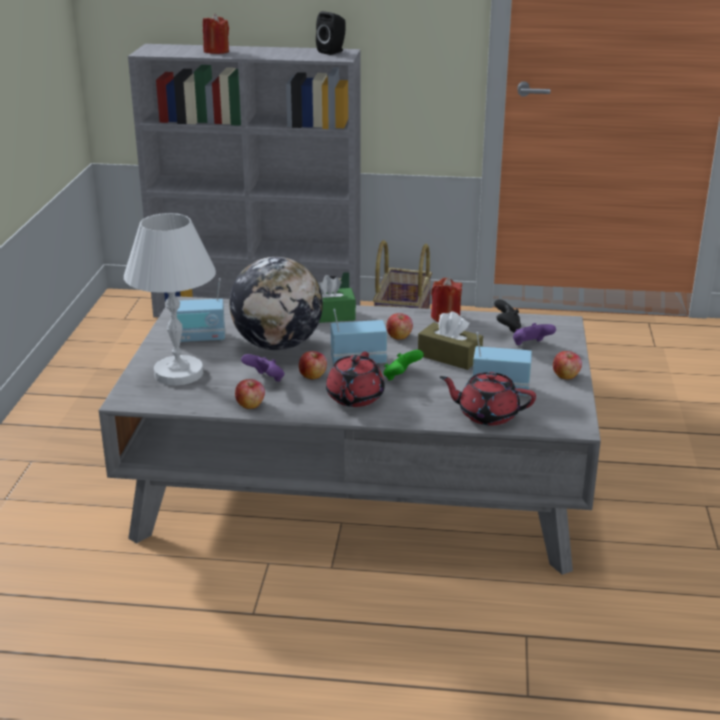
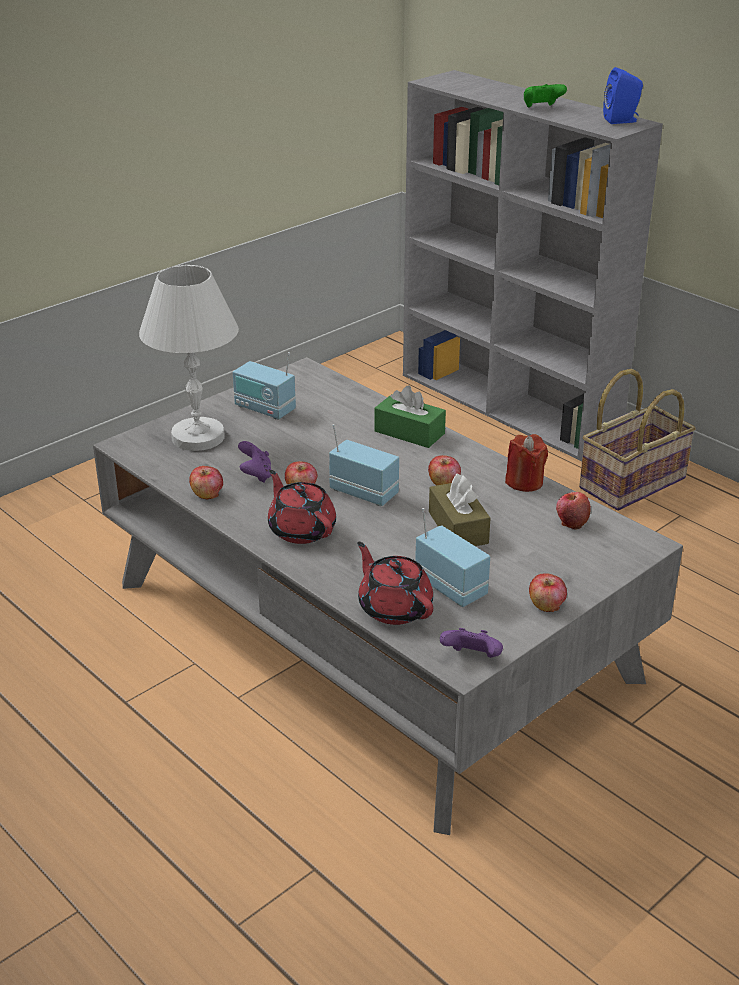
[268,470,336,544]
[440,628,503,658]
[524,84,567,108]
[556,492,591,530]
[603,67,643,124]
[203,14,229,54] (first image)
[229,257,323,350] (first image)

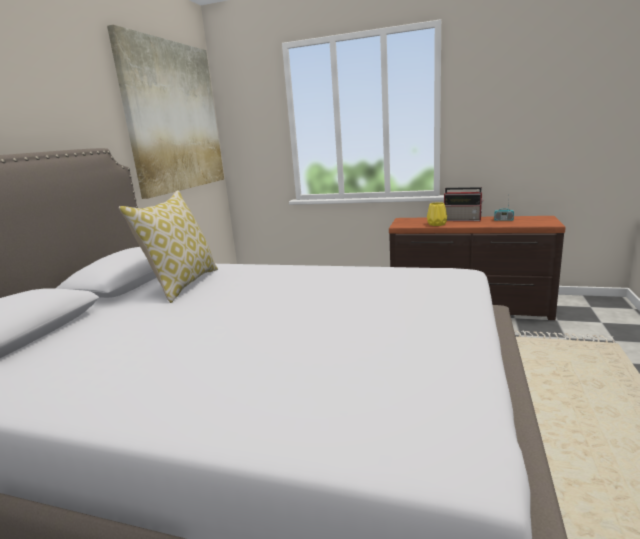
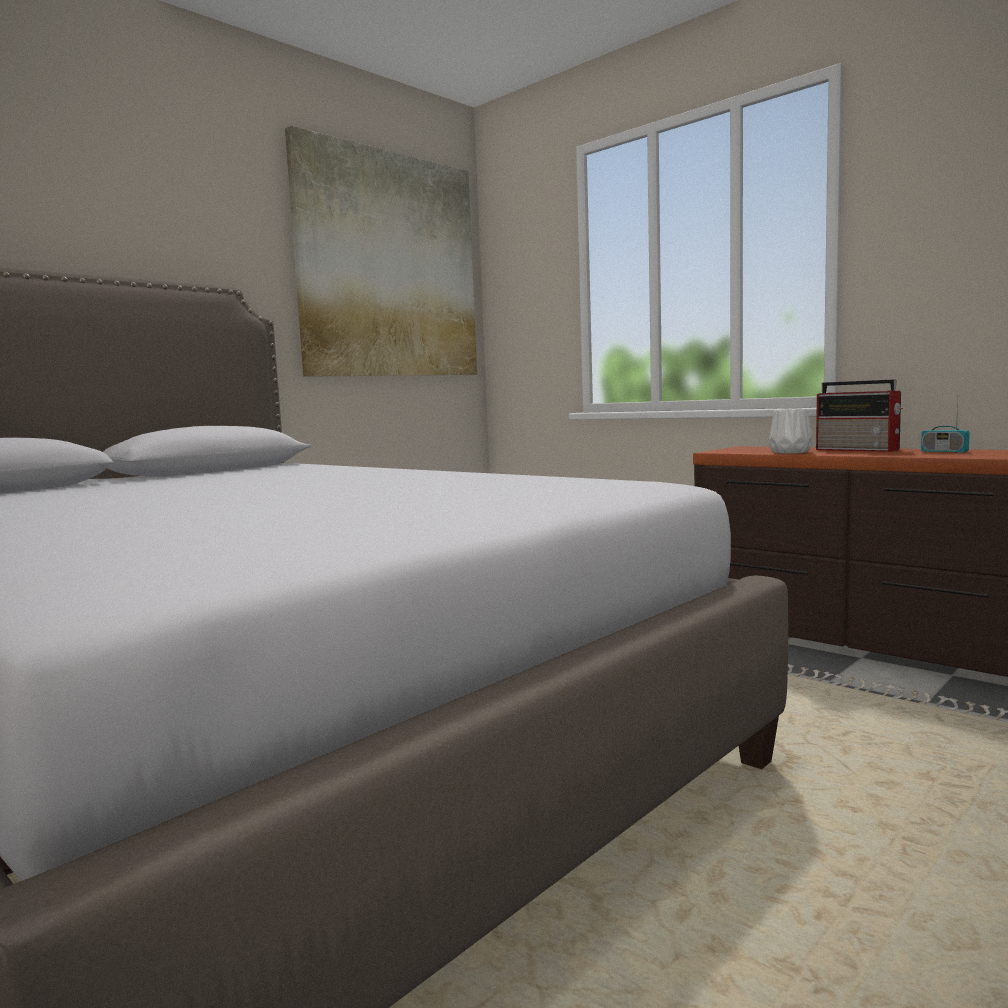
[769,408,812,454]
[118,190,218,303] (first image)

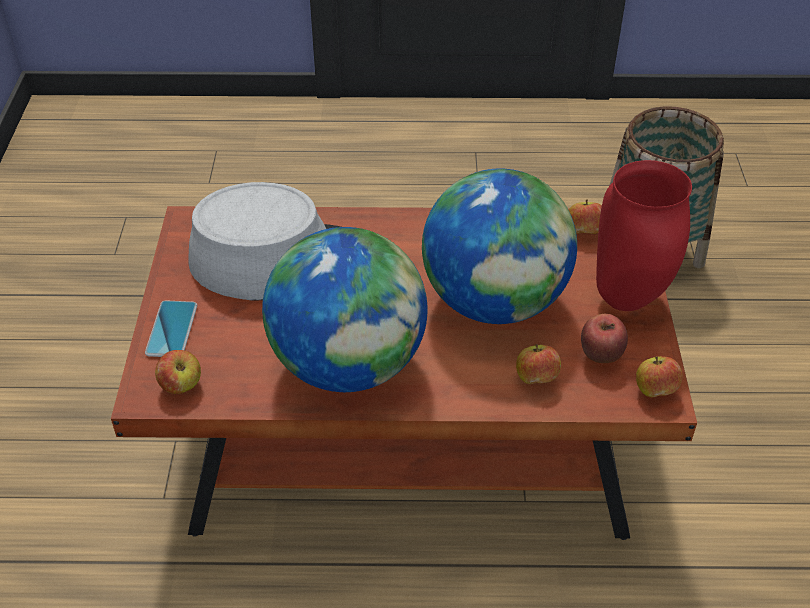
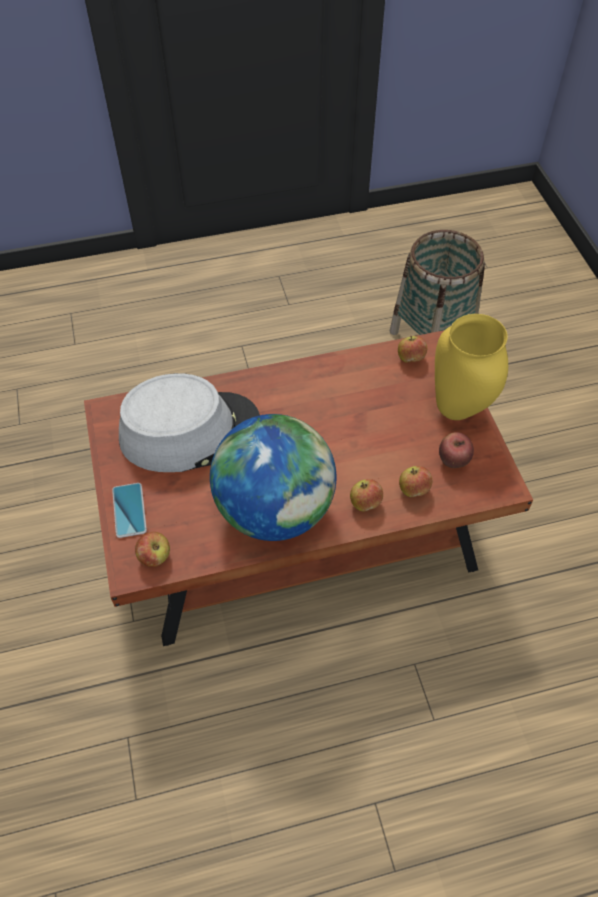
[350,479,383,512]
[435,314,508,420]
[422,169,577,324] (first image)

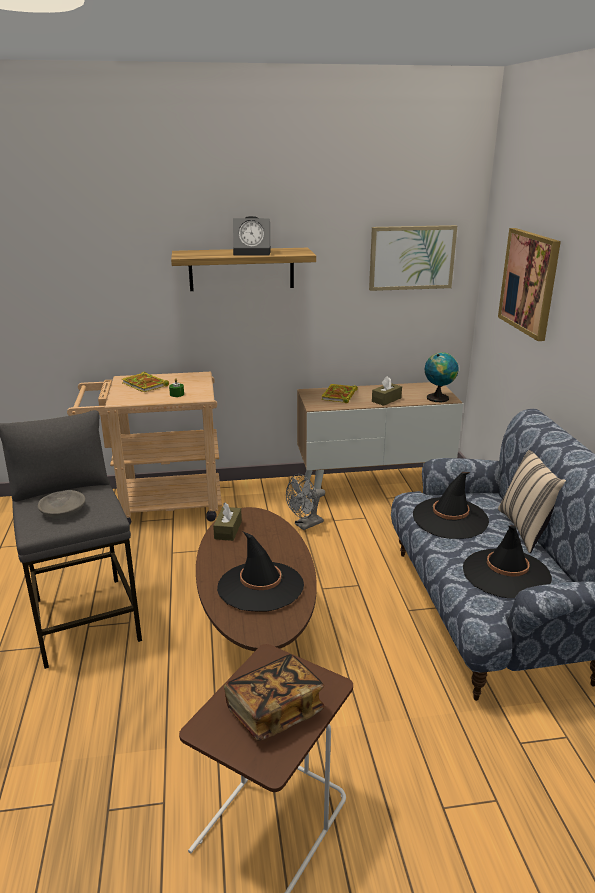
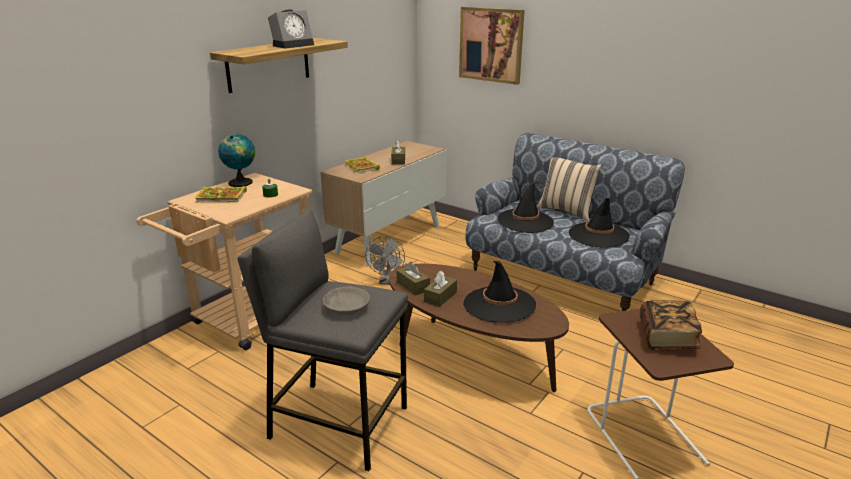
[218,134,255,187]
[424,271,457,307]
[369,225,457,291] (first image)

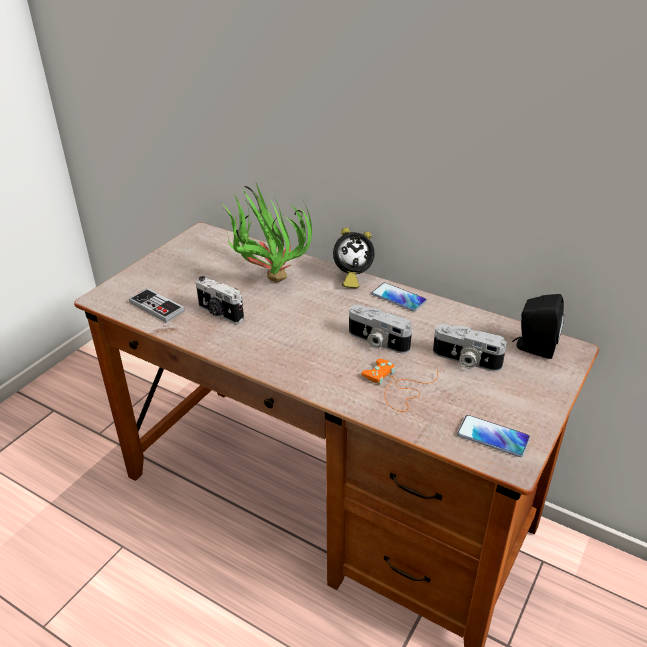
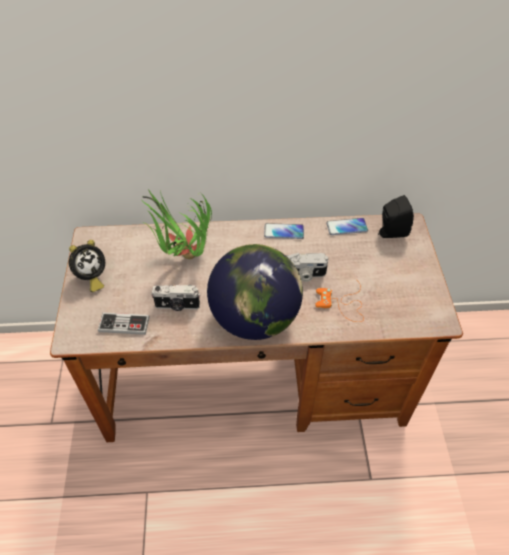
[69,240,105,292]
[207,244,303,340]
[326,218,368,235]
[433,324,507,371] (first image)

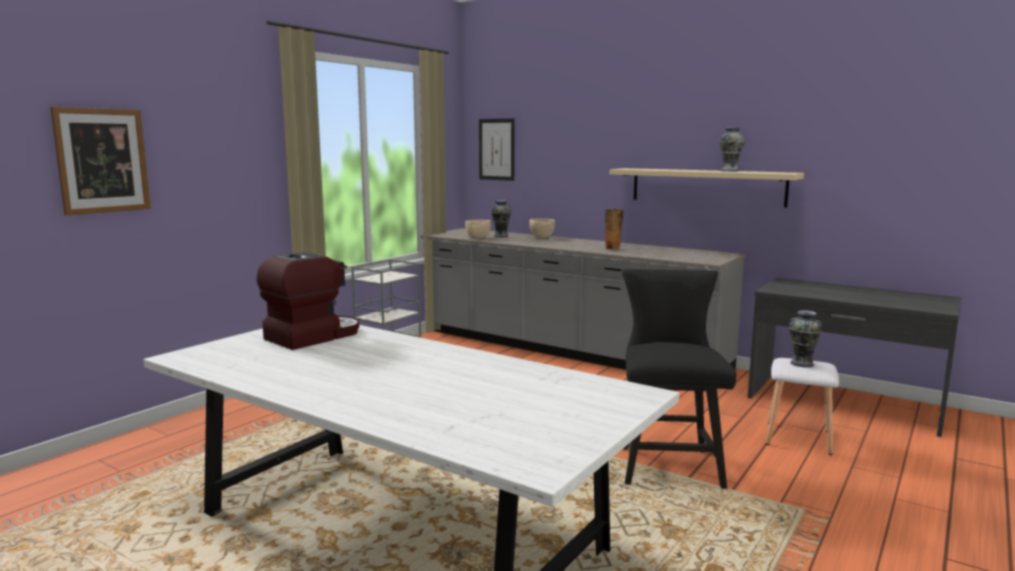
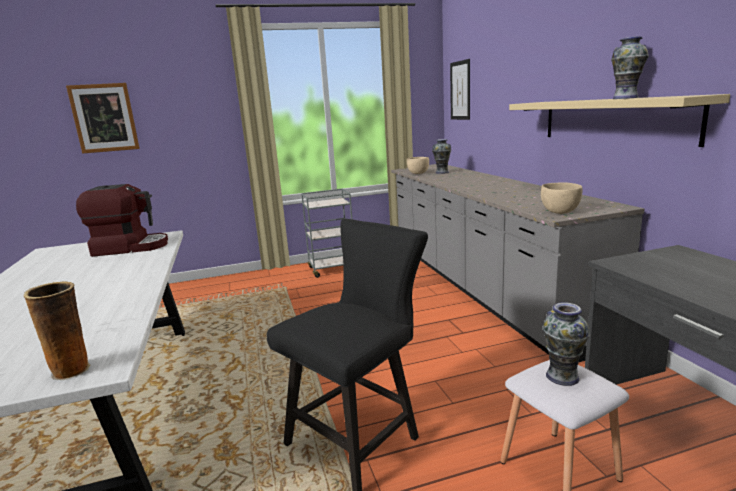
[24,281,91,380]
[541,182,583,214]

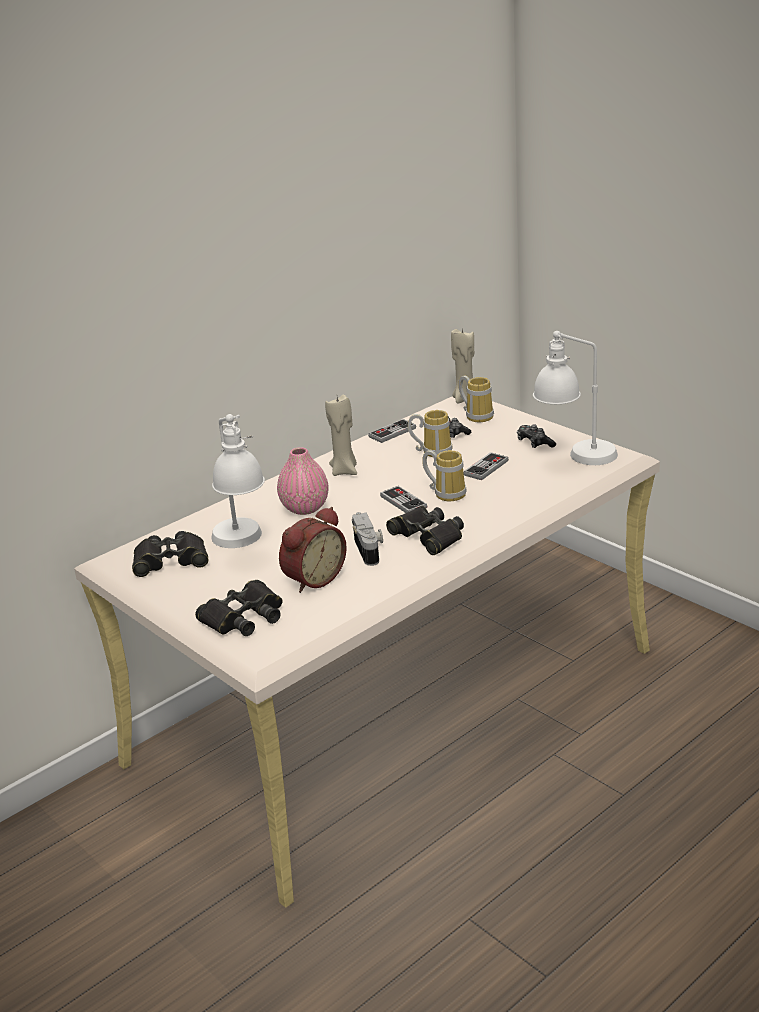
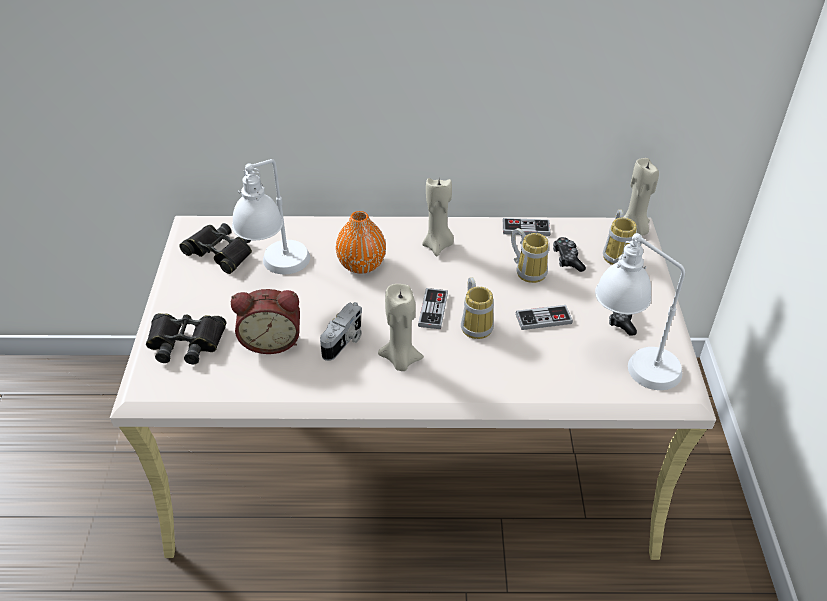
[336,211,386,274]
[378,284,424,371]

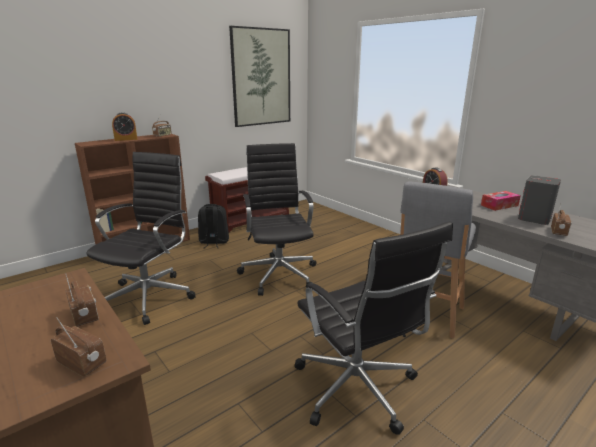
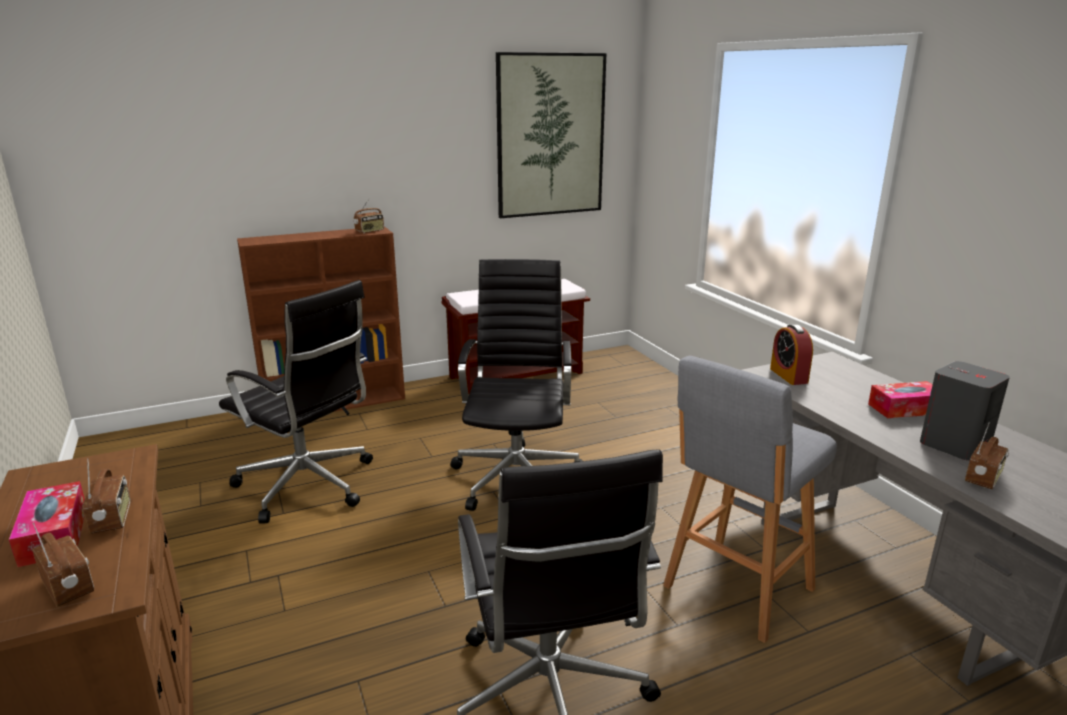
[9,481,85,567]
[219,280,373,524]
[112,112,137,141] (first image)
[198,204,229,248] (first image)

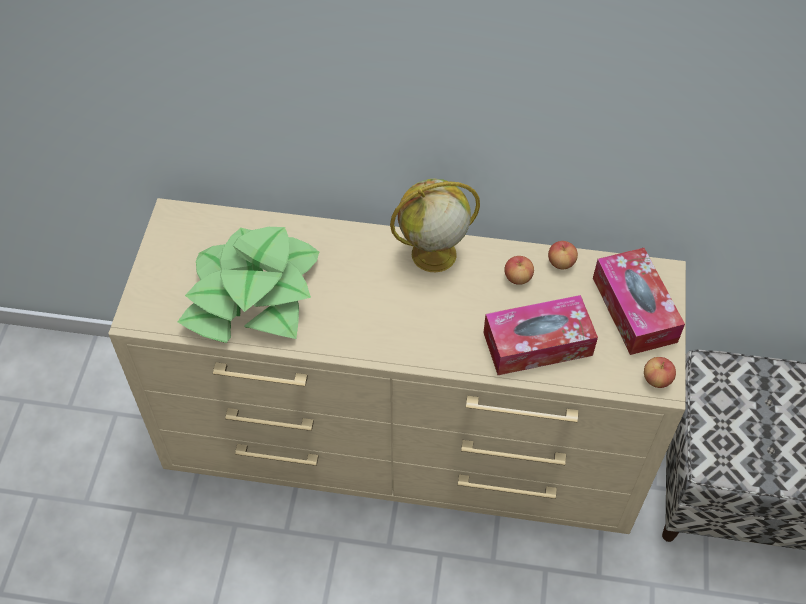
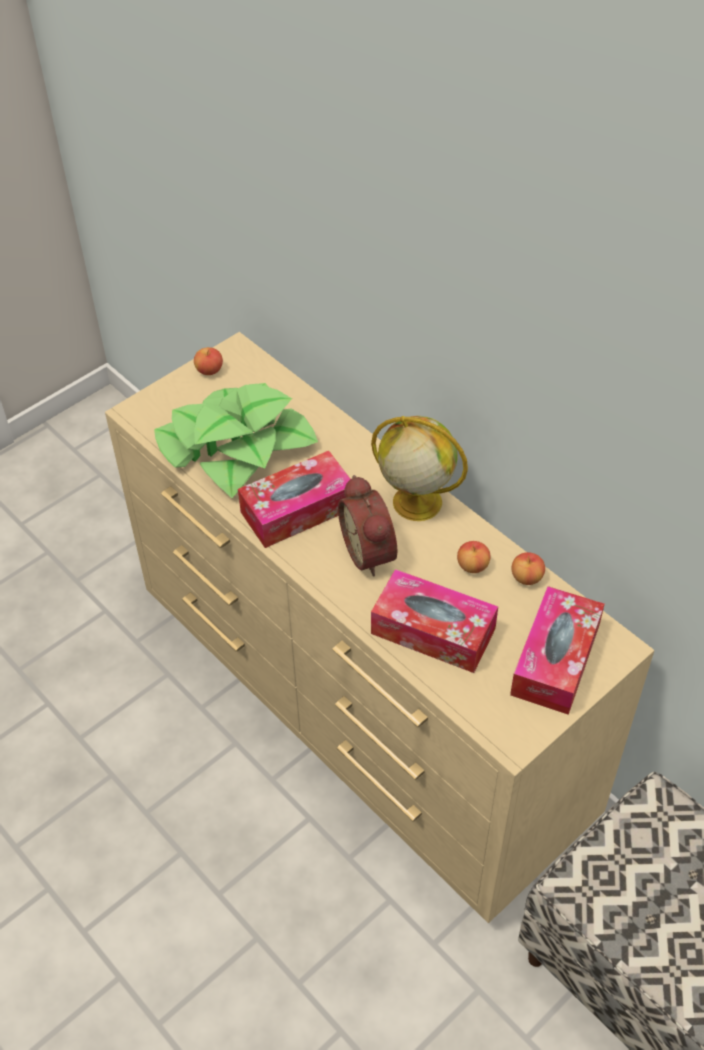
[194,347,223,375]
[238,451,350,548]
[338,475,397,577]

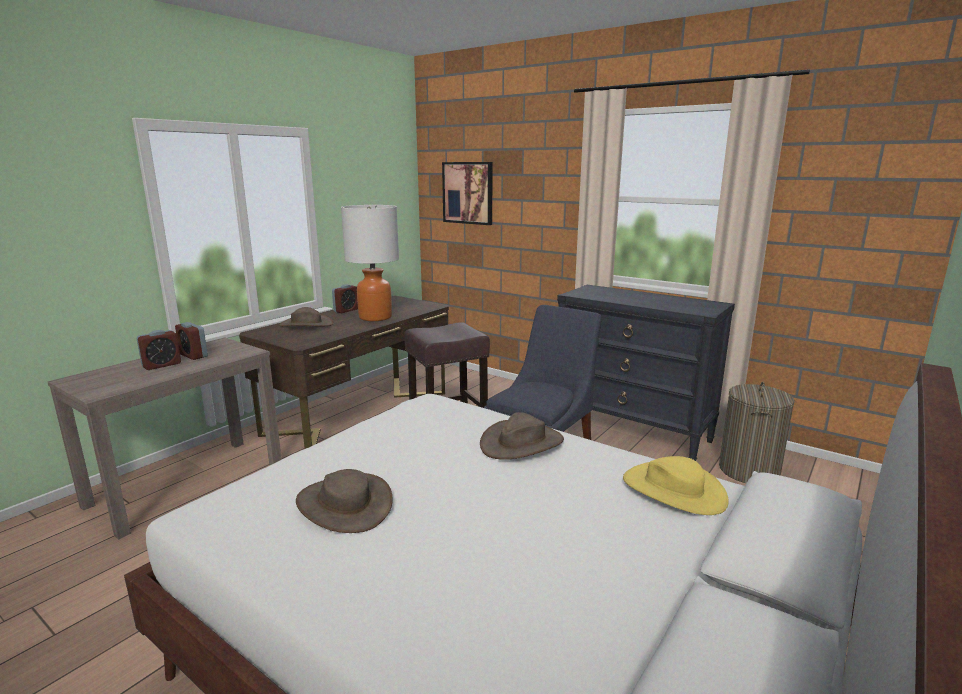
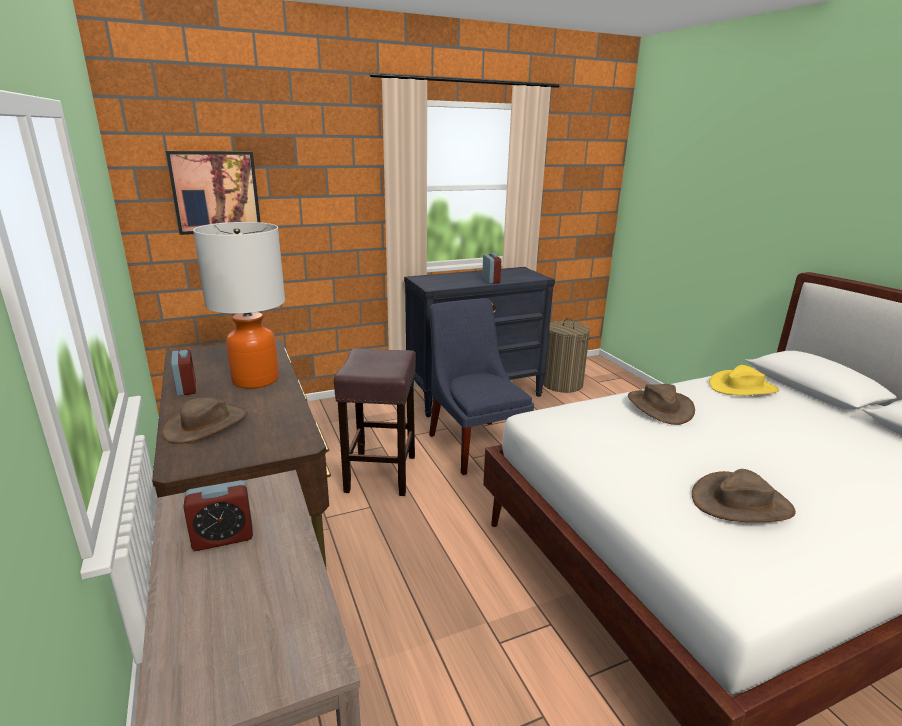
[482,253,501,284]

